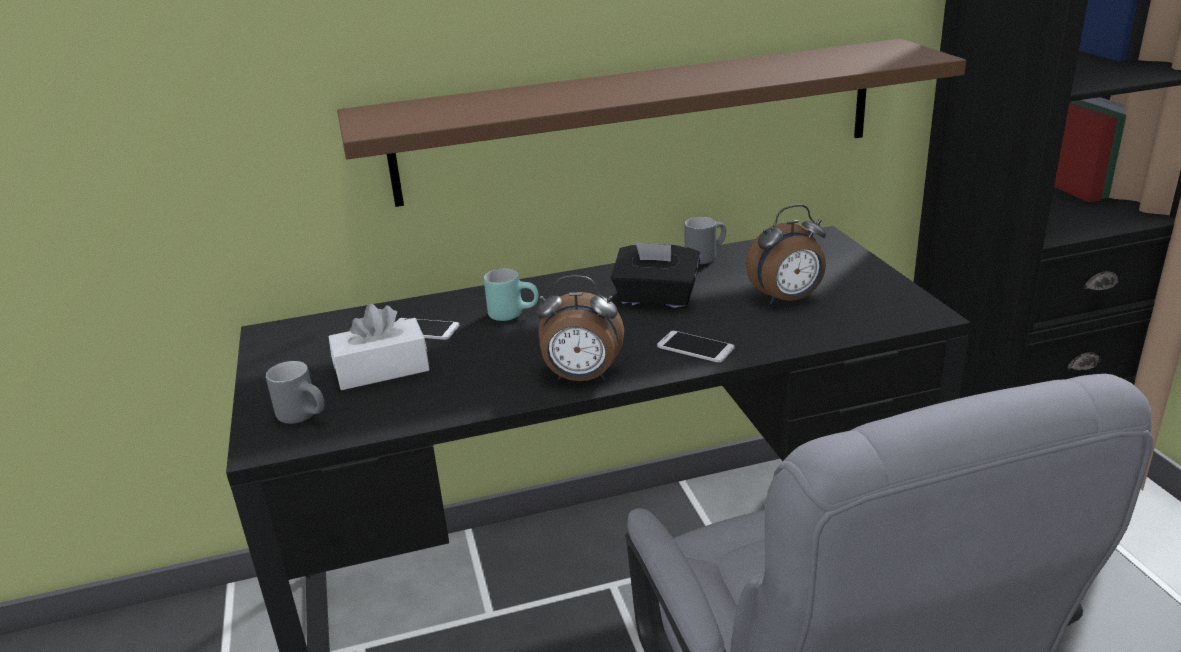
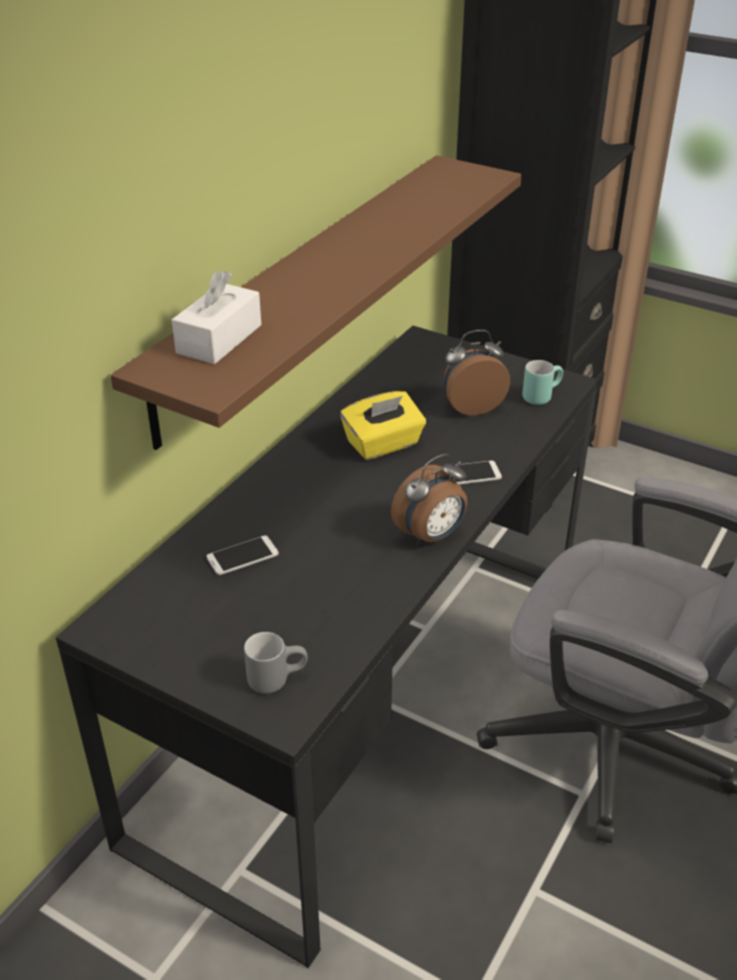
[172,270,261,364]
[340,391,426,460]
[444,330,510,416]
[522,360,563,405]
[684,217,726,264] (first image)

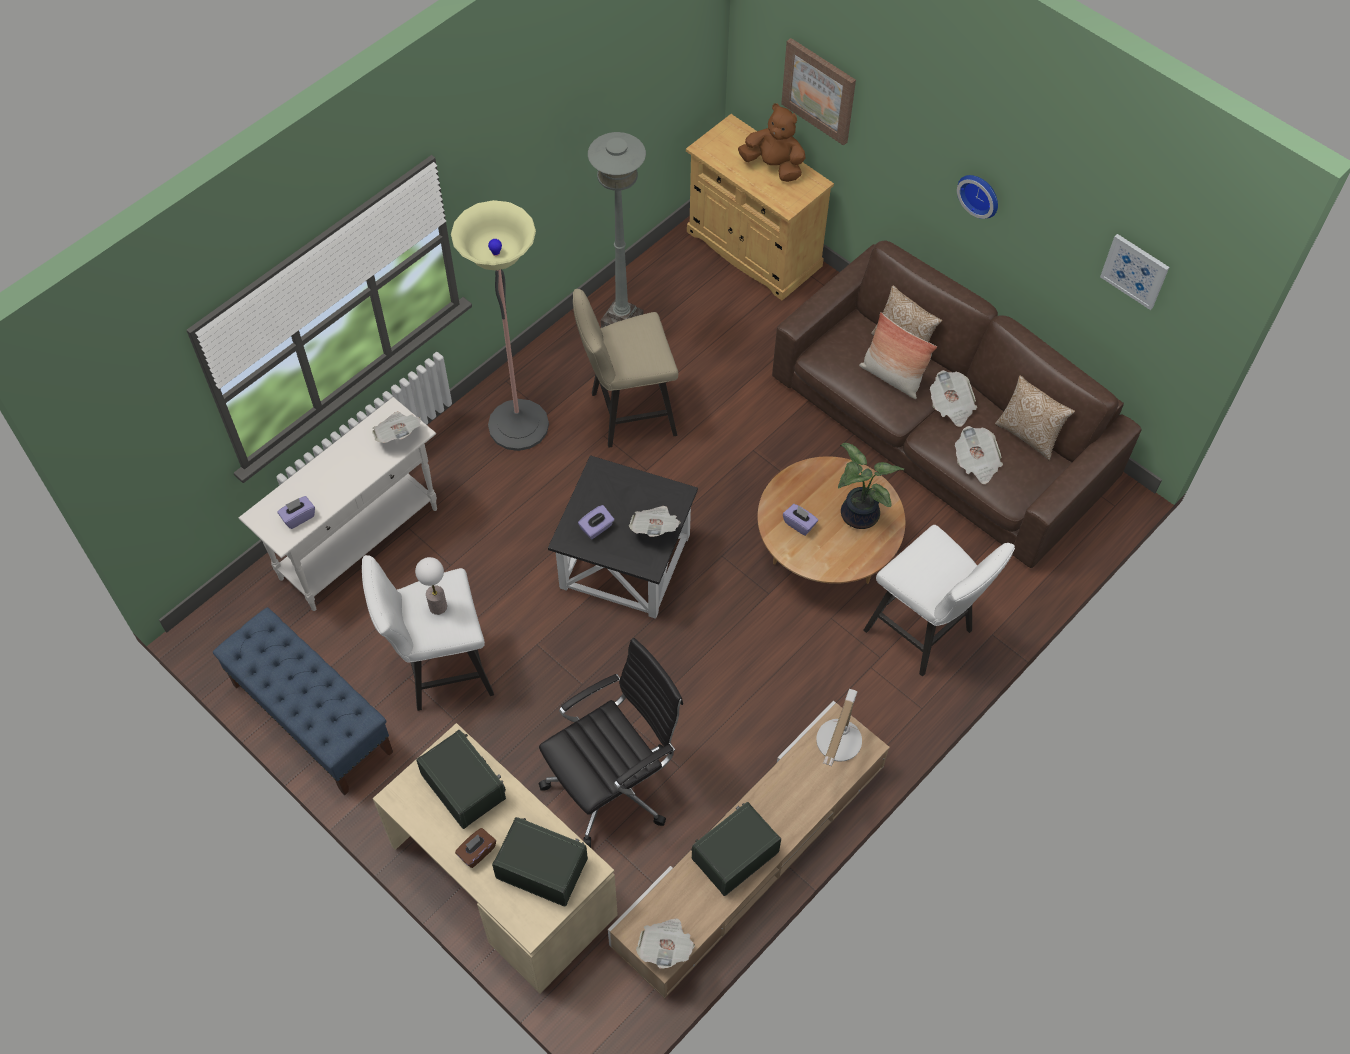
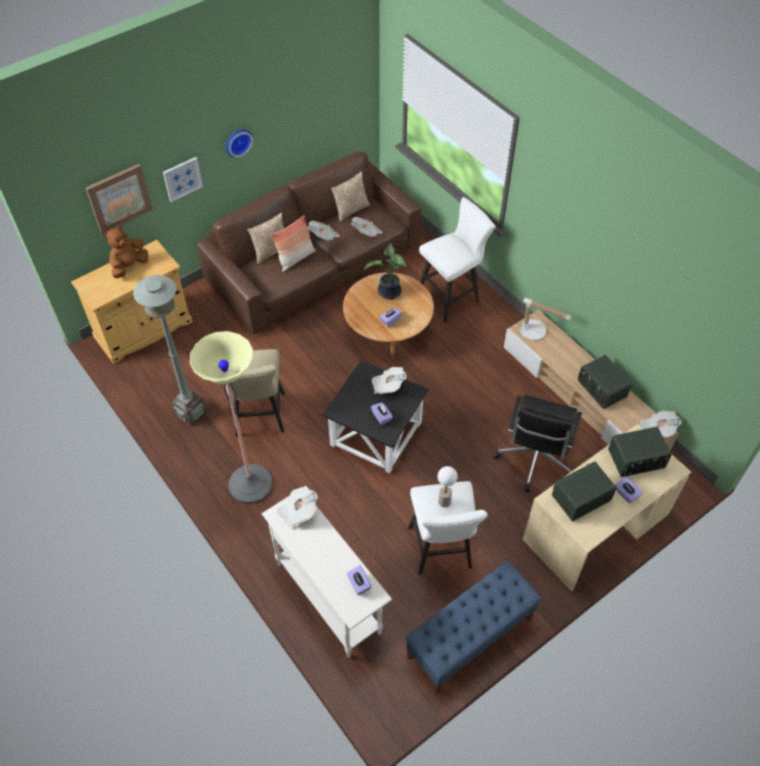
[163,157,203,202]
[493,395,582,492]
[608,427,672,477]
[615,477,642,503]

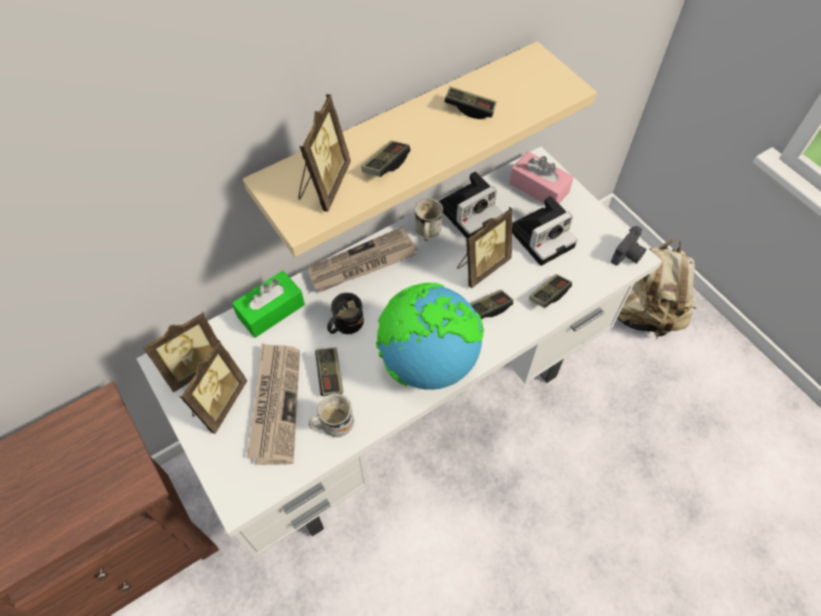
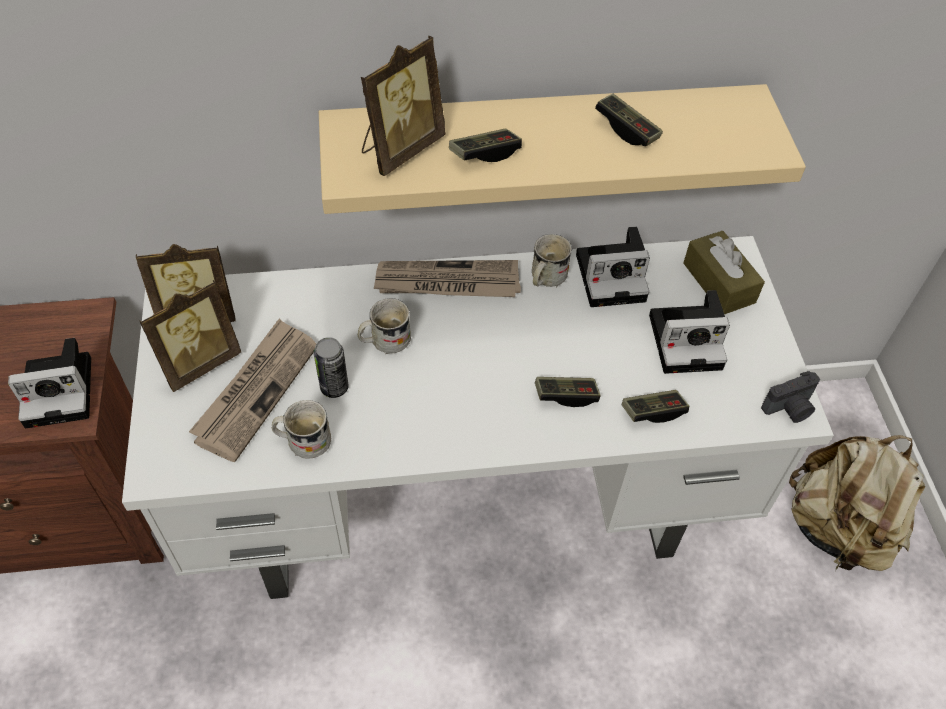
[8,338,91,428]
[314,337,349,398]
[358,298,411,354]
[683,231,765,314]
[232,271,305,338] (first image)
[376,283,484,390] (first image)
[457,207,513,288] (first image)

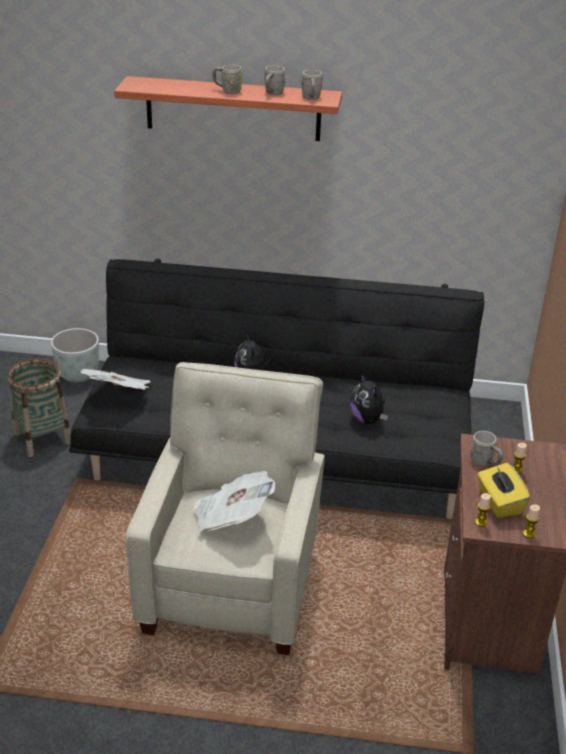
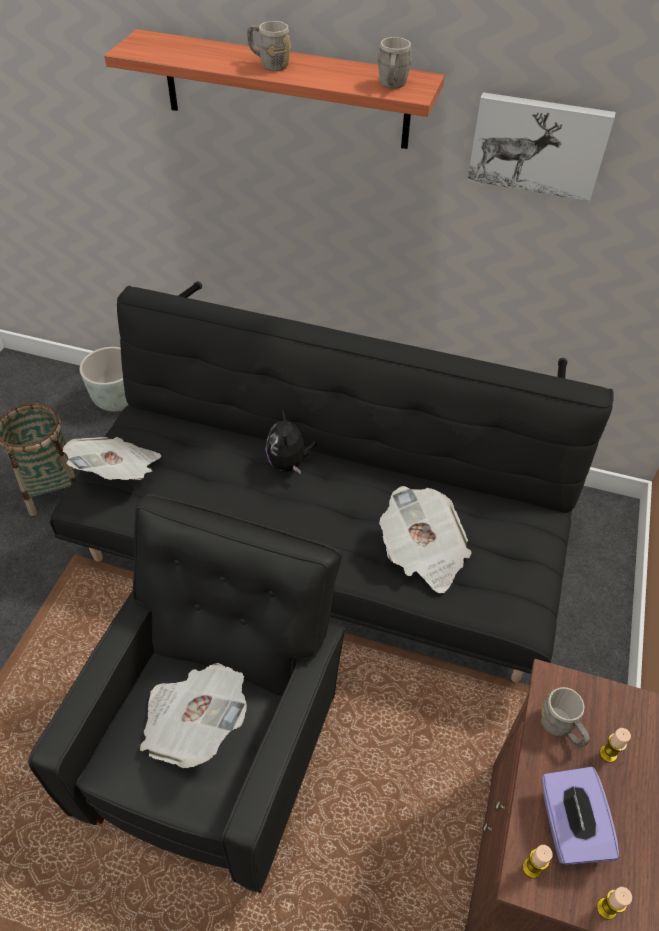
[28,493,345,894]
[379,486,472,593]
[467,92,616,201]
[542,767,619,865]
[265,66,286,95] (first image)

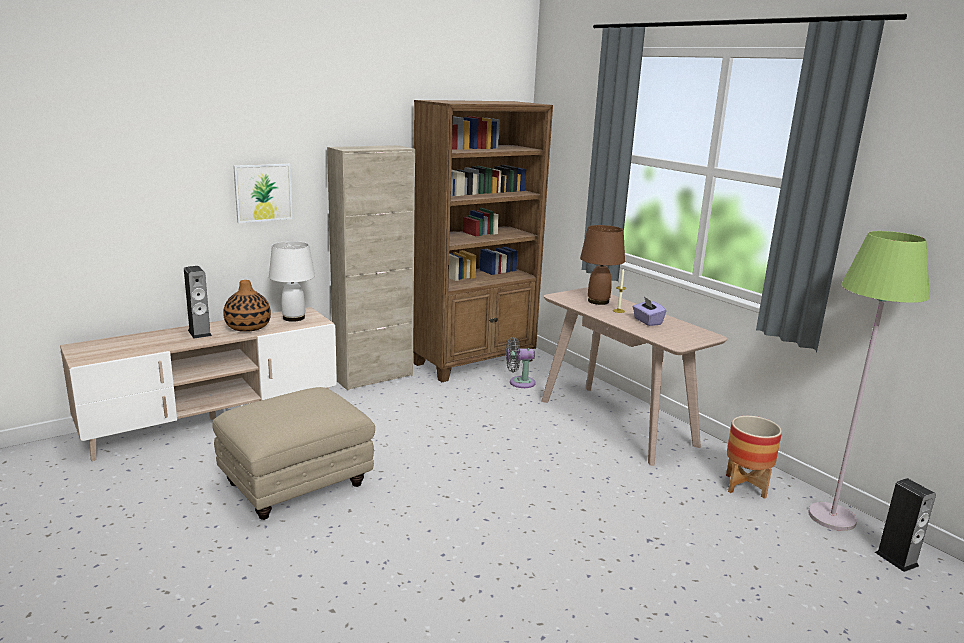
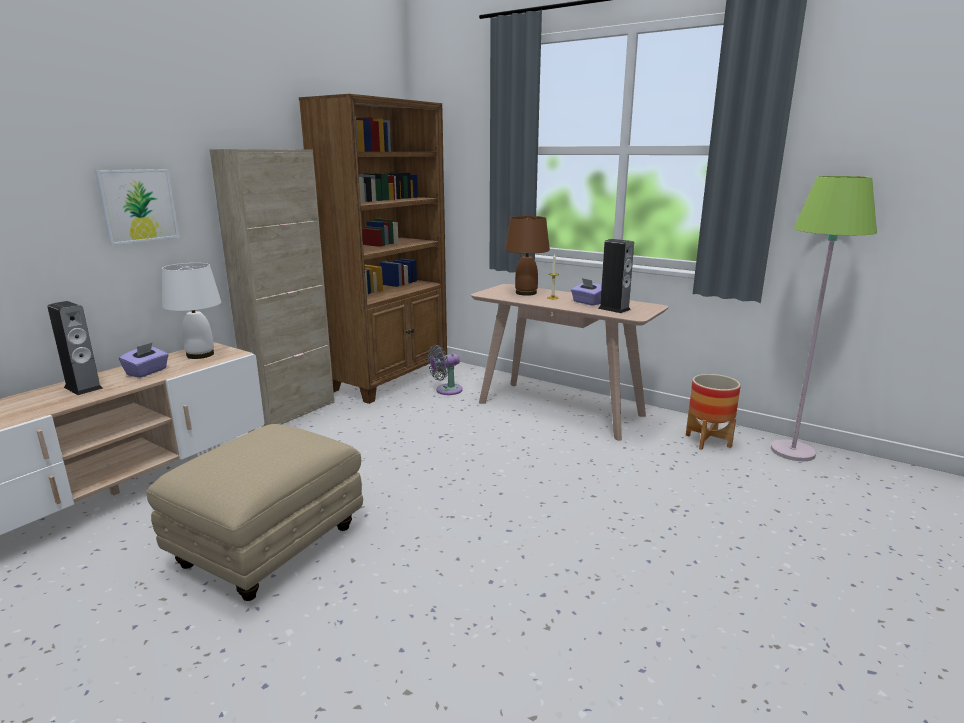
[119,343,169,378]
[598,239,634,313]

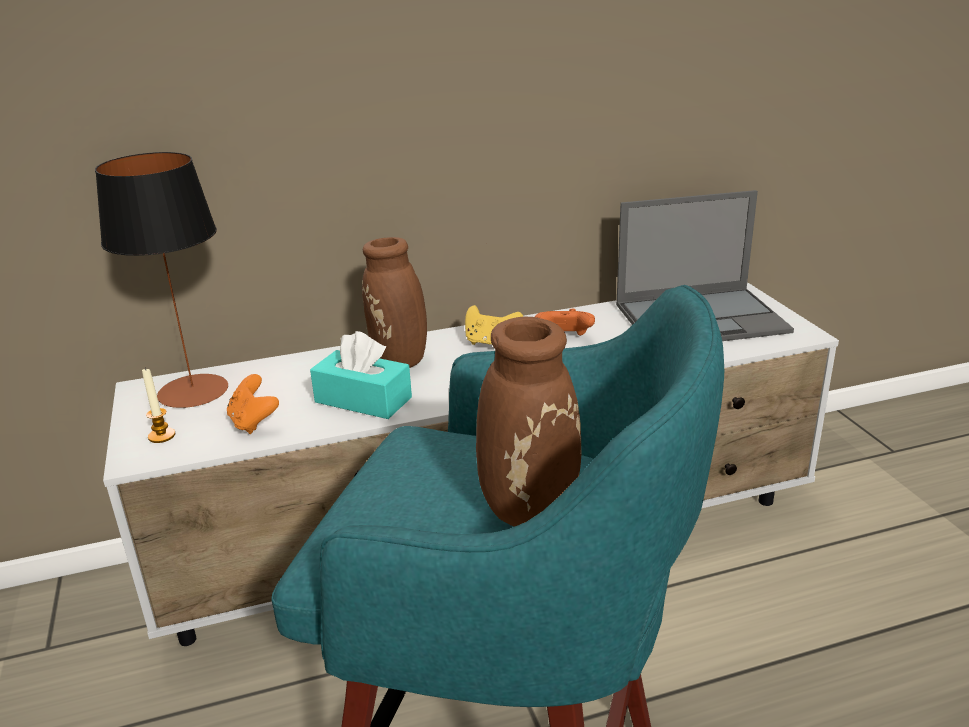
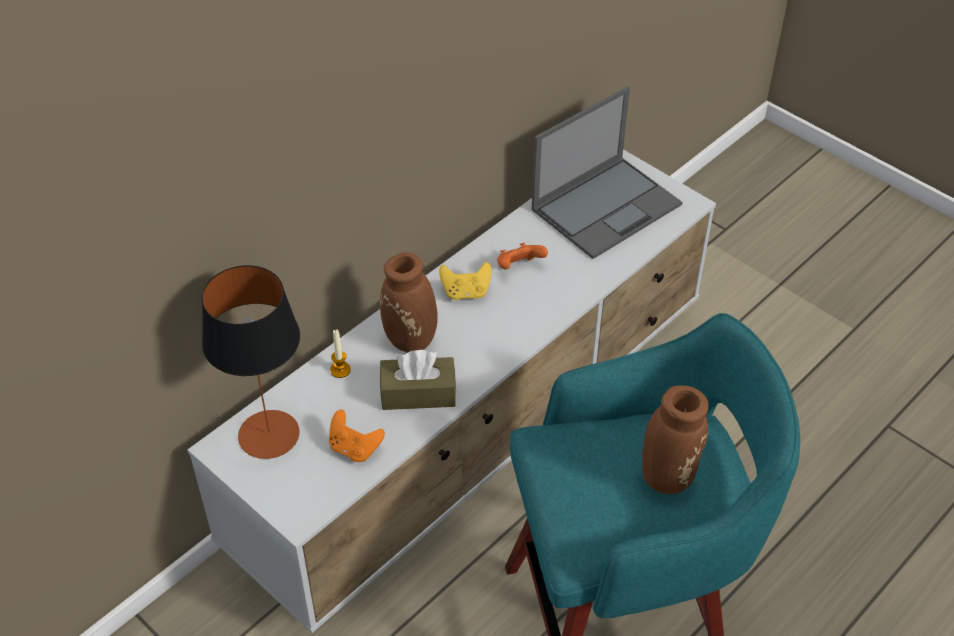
[330,330,351,378]
[380,350,456,410]

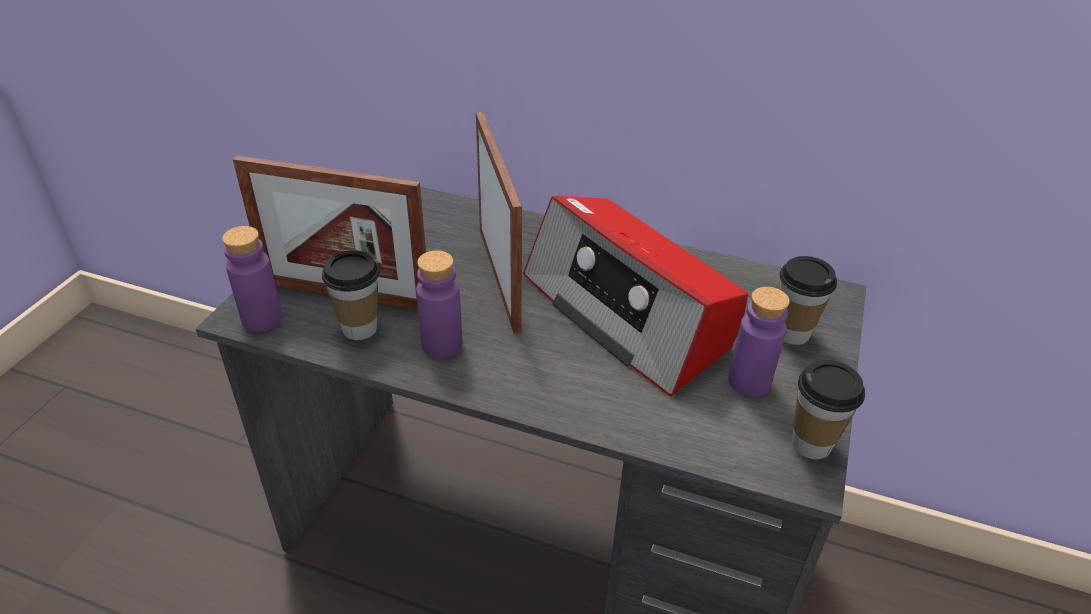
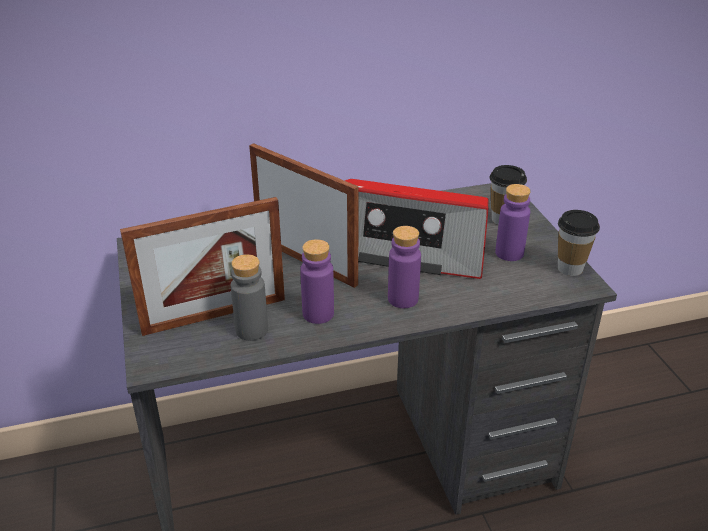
[231,254,268,341]
[388,226,421,308]

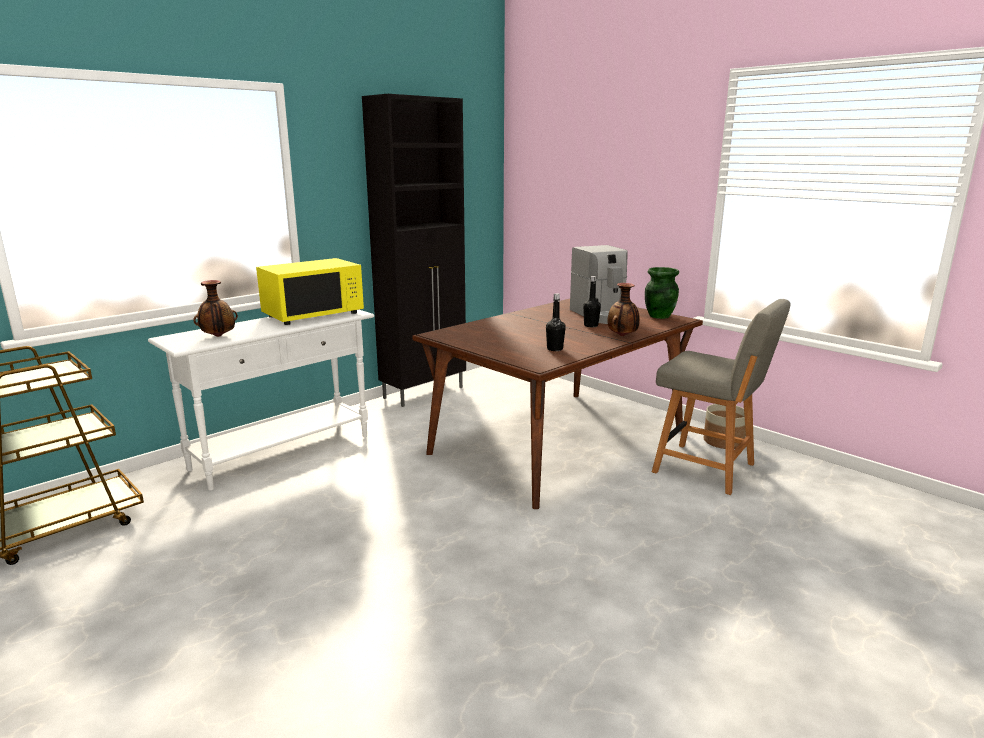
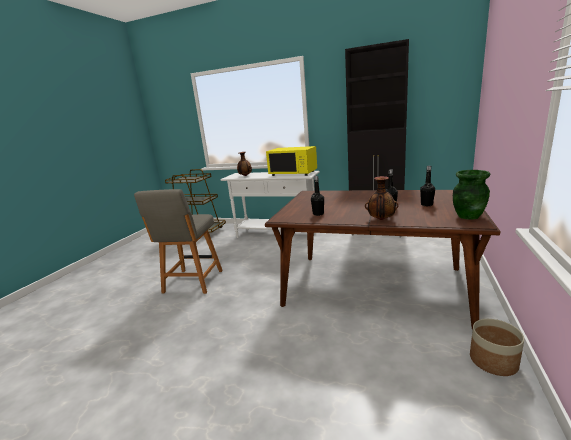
[134,189,223,294]
[420,166,435,206]

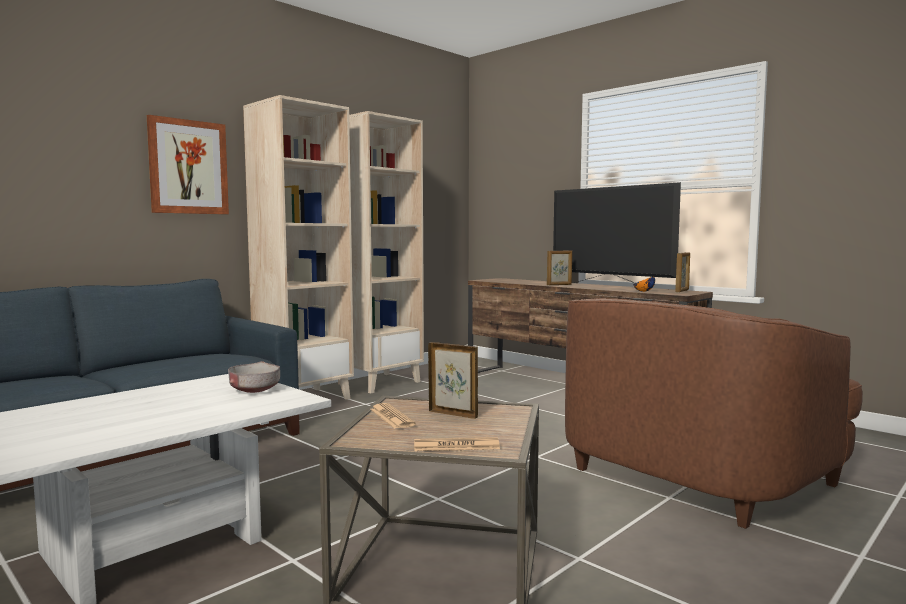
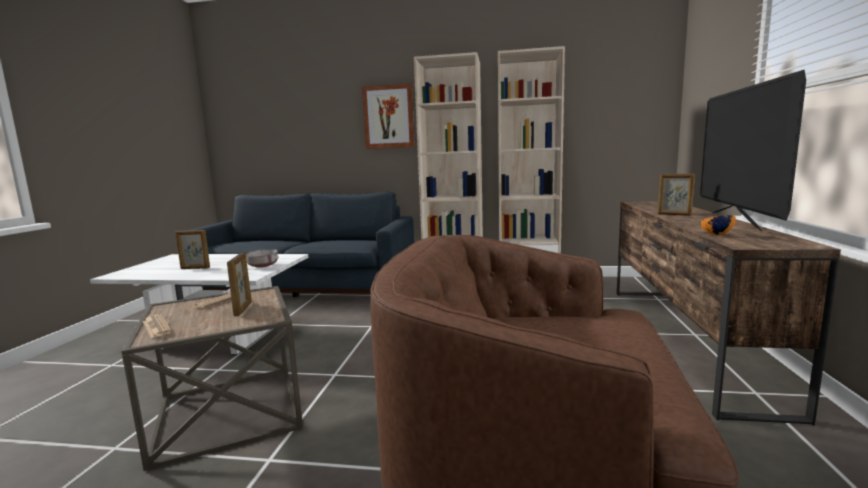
[175,230,210,269]

